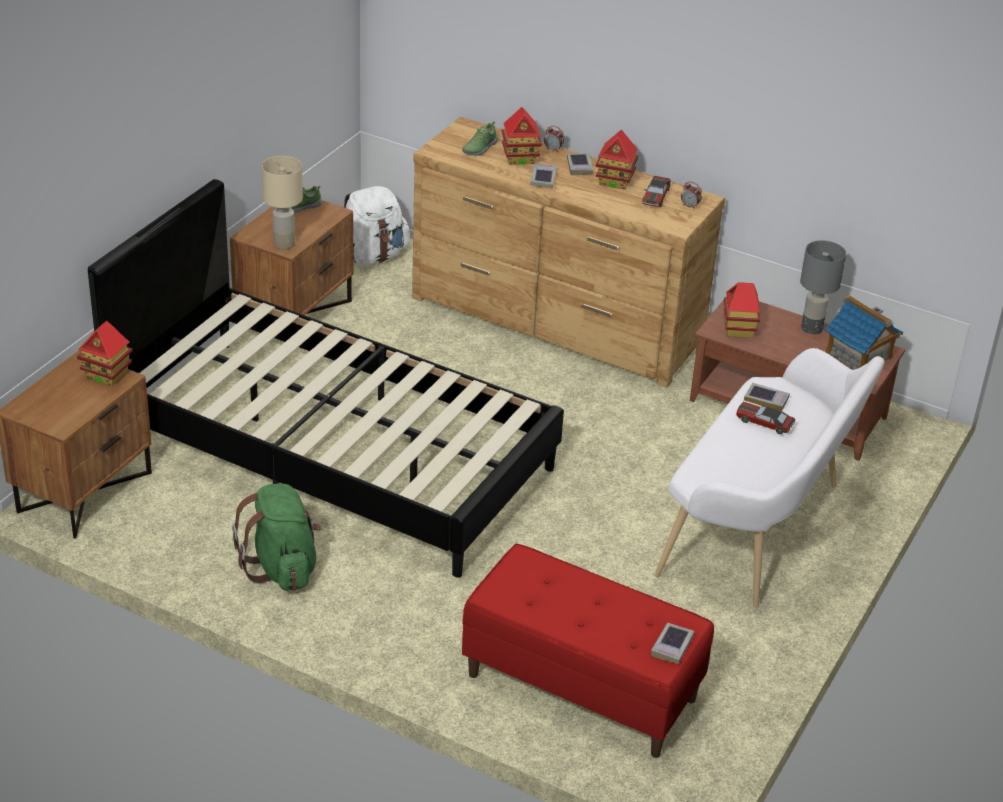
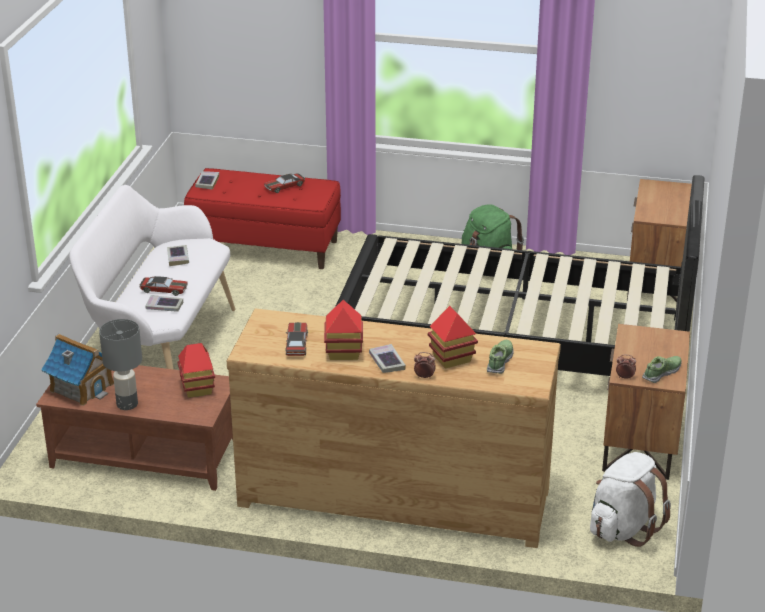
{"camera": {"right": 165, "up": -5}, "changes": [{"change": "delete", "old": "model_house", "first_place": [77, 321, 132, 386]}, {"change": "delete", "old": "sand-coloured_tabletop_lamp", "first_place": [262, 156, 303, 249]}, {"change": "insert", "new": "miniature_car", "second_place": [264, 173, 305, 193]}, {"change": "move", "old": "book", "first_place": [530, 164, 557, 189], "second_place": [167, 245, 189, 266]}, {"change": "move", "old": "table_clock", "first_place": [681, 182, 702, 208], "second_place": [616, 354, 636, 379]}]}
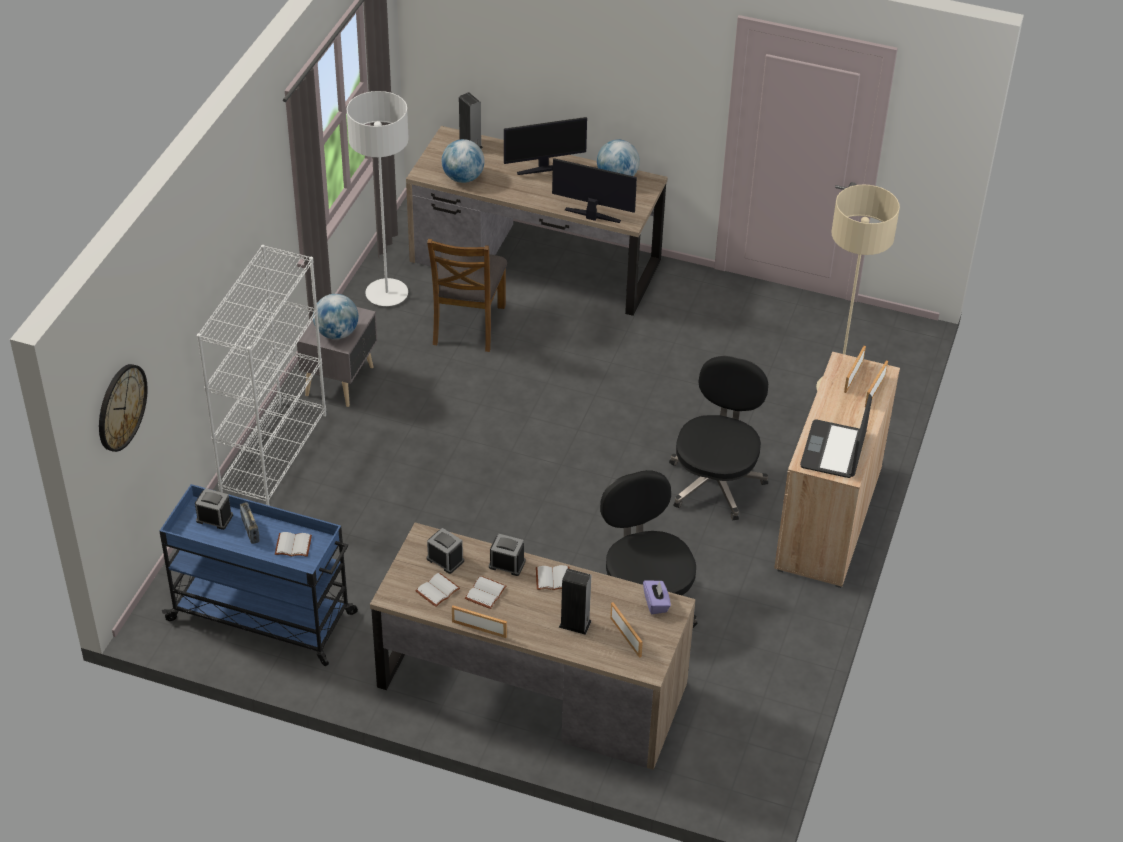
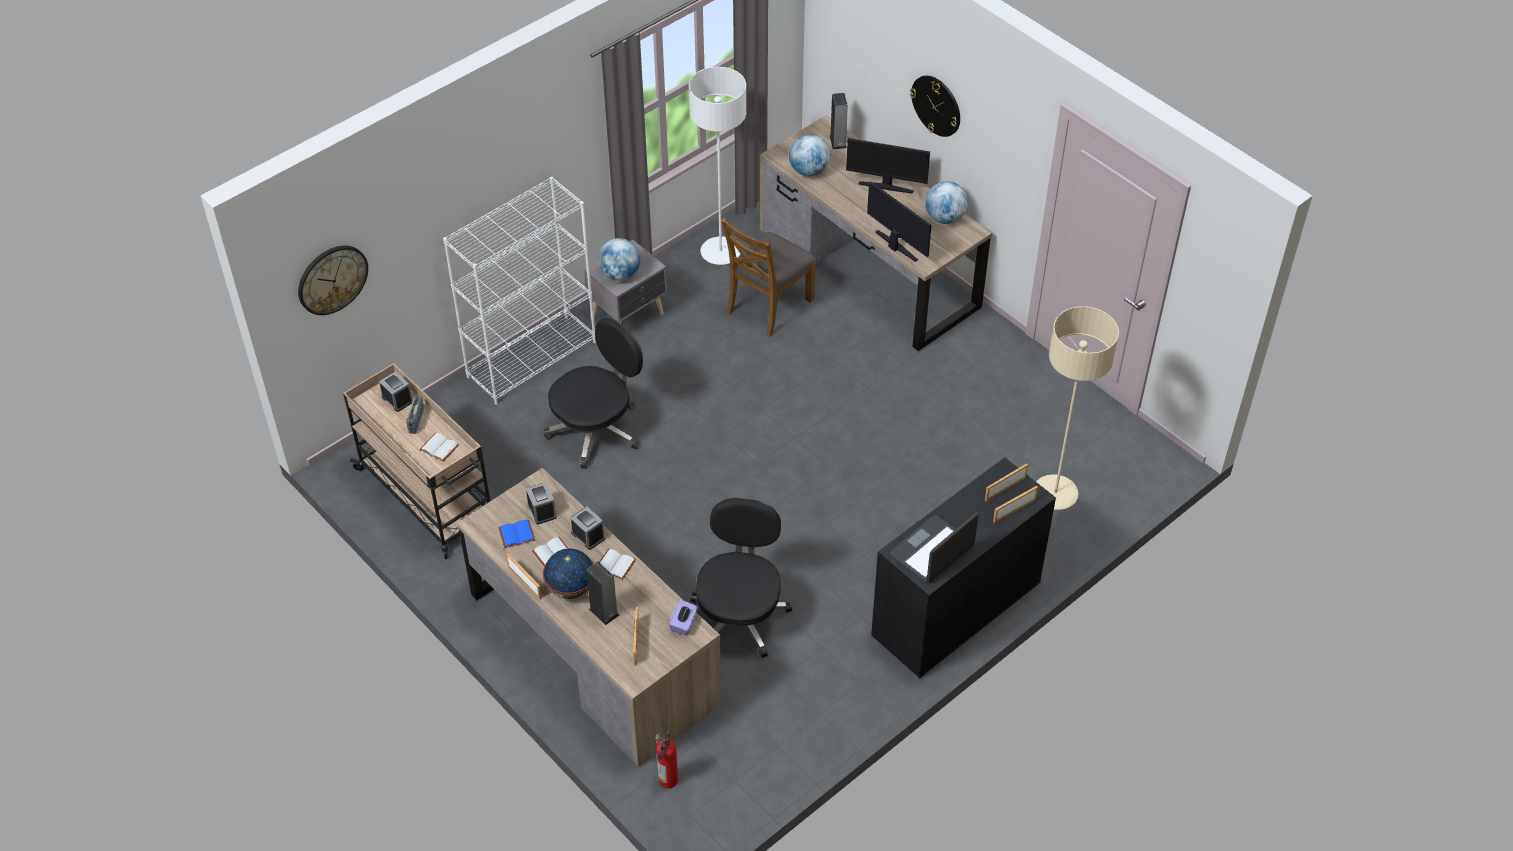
{"camera": {"right": 30, "up": 5}, "changes": [{"change": "insert", "new": "world_globe", "second_place": [543, 548, 594, 599]}, {"change": "insert", "new": "fire_extinguisher", "second_place": [655, 729, 678, 789]}, {"change": "insert", "new": "clock_on_the_wall", "second_place": [910, 75, 960, 137]}, {"change": "move", "old": "blackish_desk_chair", "first_place": [669, 356, 768, 521], "second_place": [544, 318, 643, 469]}, {"change": "recolor", "old": "blue-coloured_wheeled_cart", "new": "sand-coloured_wheeled_cart", "first_place": [159, 484, 358, 666], "second_place": [343, 363, 490, 559]}, {"change": "recolor", "old": "white_book", "new": "blue-coloured_book", "first_place": [416, 573, 460, 607], "second_place": [499, 520, 535, 548]}, {"change": "recolor", "old": "sand-coloured_cupboard", "new": "blackish_cupboard", "first_place": [774, 352, 900, 588], "second_place": [871, 457, 1056, 679]}]}
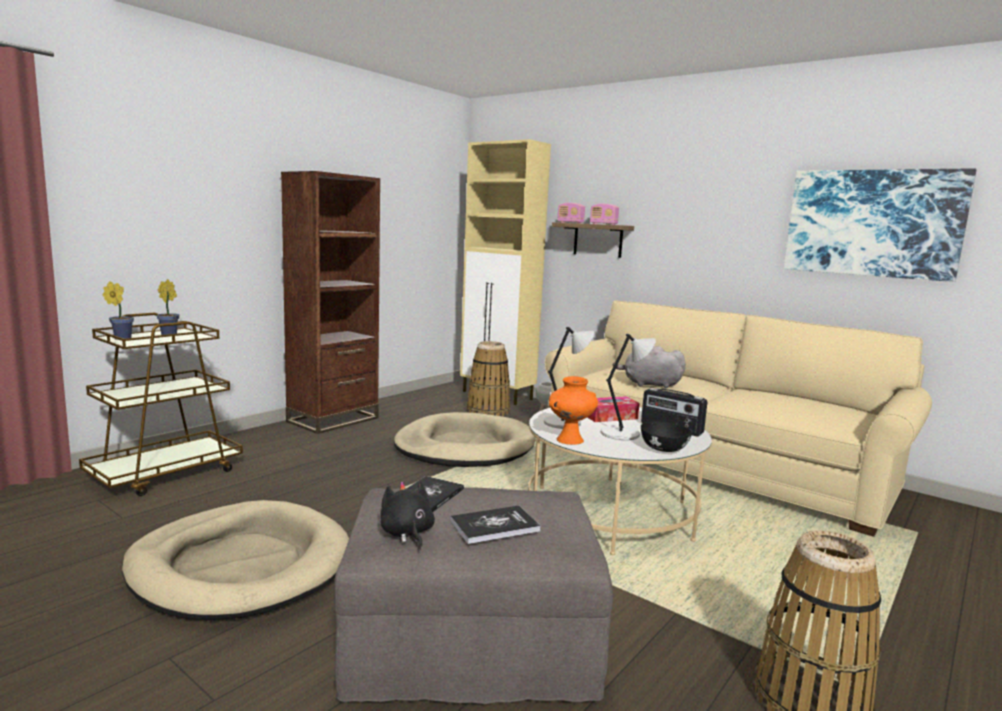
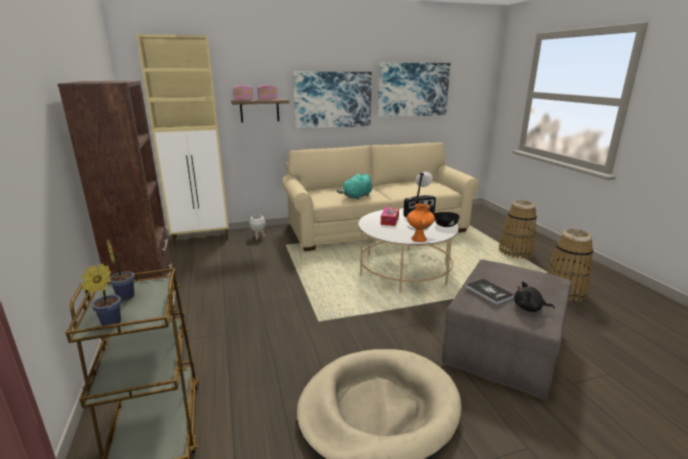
{"camera": {"right": -55, "up": 10}, "changes": [{"change": "delete", "old": "sand-coloured_pet_bed", "first_place": [394, 412, 536, 467]}, {"change": "delete", "old": "book", "first_place": [450, 506, 541, 544]}, {"change": "delete", "old": "gray_tabletop_lamp", "first_place": [544, 327, 594, 429]}, {"change": "insert", "new": "wall_art", "second_place": [293, 72, 372, 129]}, {"change": "move", "old": "storage_basket", "first_place": [467, 341, 510, 417], "second_place": [499, 200, 537, 259]}, {"change": "recolor", "old": "gray_soft_toy", "new": "turquoise_soft_toy", "first_place": [613, 346, 686, 388], "second_place": [337, 173, 372, 200]}]}
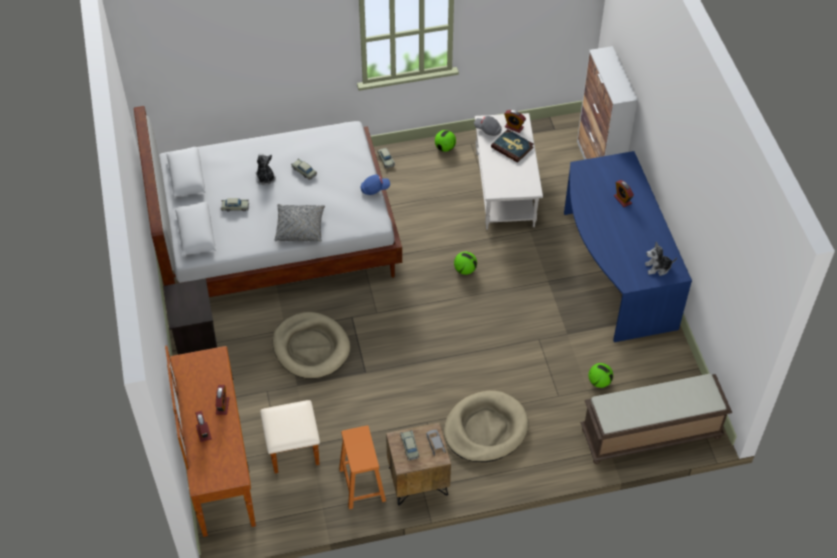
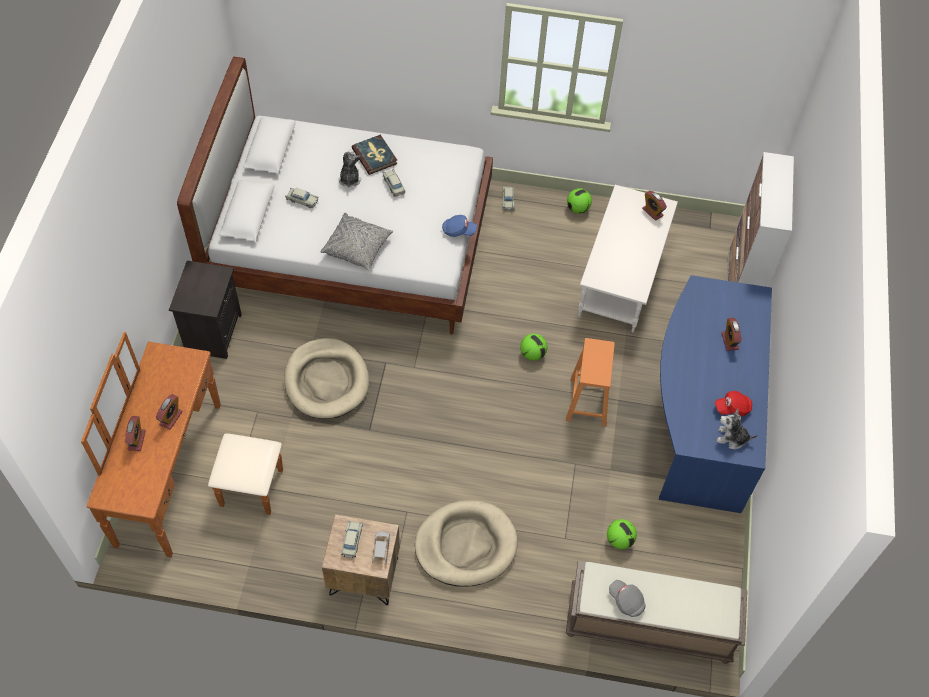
{"camera": {"right": 20, "up": 5}, "changes": [{"change": "insert", "new": "reddish_baseball_cap", "second_place": [715, 391, 752, 416]}, {"change": "move", "old": "orange_sitting_stool", "first_place": [339, 425, 386, 509], "second_place": [566, 338, 615, 427]}, {"change": "move", "old": "gray_baseball_cap", "first_place": [474, 116, 502, 136], "second_place": [609, 580, 646, 617]}, {"change": "move", "old": "book", "first_place": [491, 129, 534, 163], "second_place": [352, 135, 398, 175]}]}
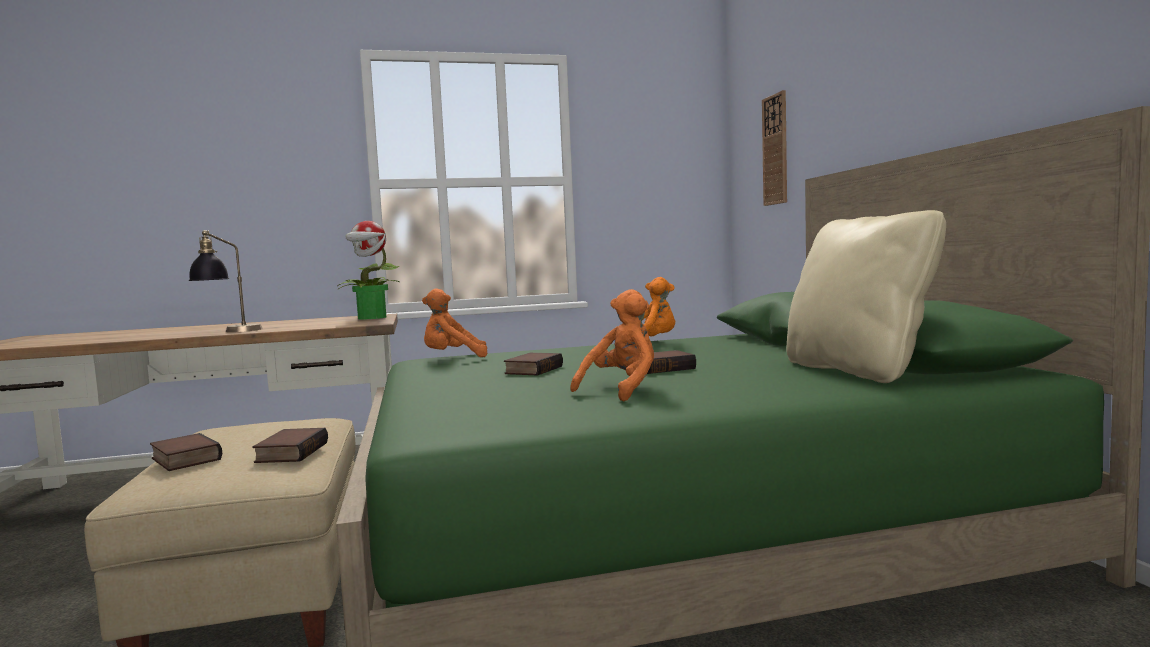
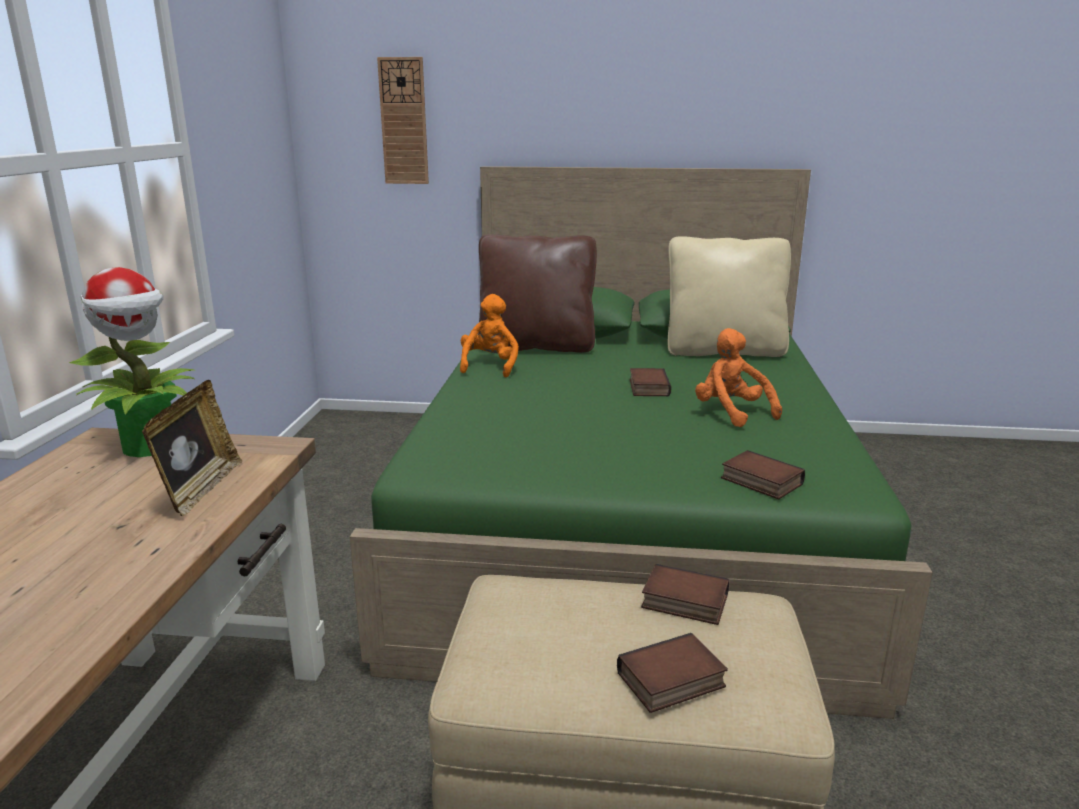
{"camera": {"right": -70, "up": 15}, "changes": [{"change": "delete", "old": "tabletop_lamp", "first_place": [189, 230, 263, 332]}, {"change": "delete", "old": "orange_soft_toy", "first_place": [422, 289, 487, 357]}, {"change": "insert", "new": "photo_frame", "second_place": [142, 380, 242, 516]}, {"change": "insert", "new": "brown_throw_pillow", "second_place": [478, 234, 597, 353]}, {"change": "move", "old": "book", "first_place": [504, 353, 563, 375], "second_place": [721, 450, 805, 500]}]}
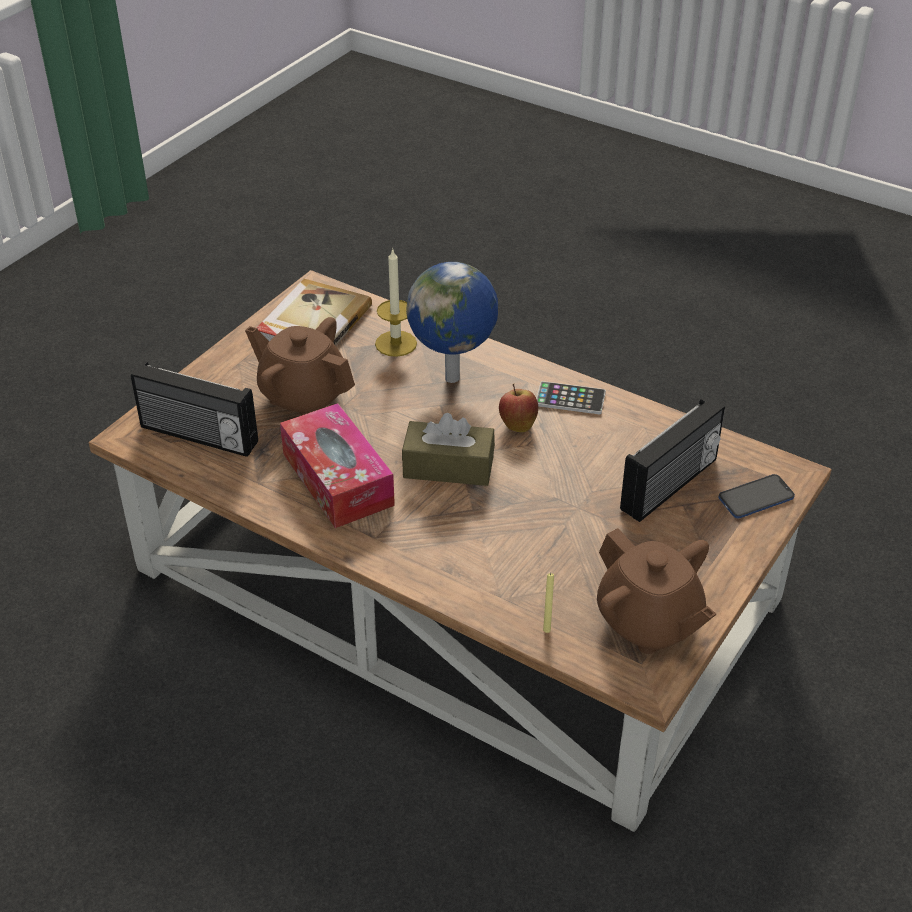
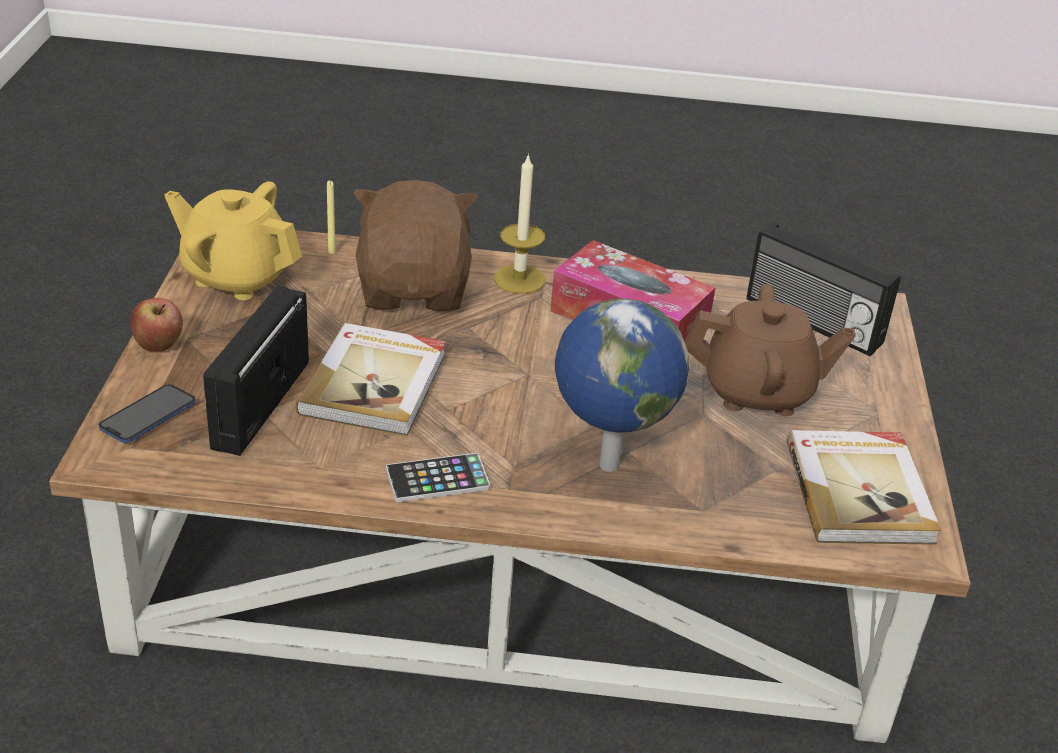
{"camera": {"right": 150, "up": -5}, "changes": [{"change": "delete", "old": "brown_tissue_box", "first_place": [402, 413, 495, 486]}, {"change": "insert", "new": "book", "second_place": [296, 323, 446, 436]}, {"change": "insert", "new": "brown_soft_toy", "second_place": [354, 180, 477, 311]}, {"change": "move", "old": "wax_light", "first_place": [375, 248, 417, 357], "second_place": [494, 153, 545, 294]}, {"change": "move", "old": "whole_apple", "first_place": [499, 384, 538, 432], "second_place": [130, 298, 183, 351]}, {"change": "recolor", "old": "brown_pot_for_tea", "new": "yellow_pot_for_tea", "first_place": [597, 528, 716, 654], "second_place": [164, 181, 302, 300]}, {"change": "rotate", "old": "radio_set", "first_place": [131, 361, 258, 457], "second_place": [747, 222, 901, 356], "degrees": -135}]}
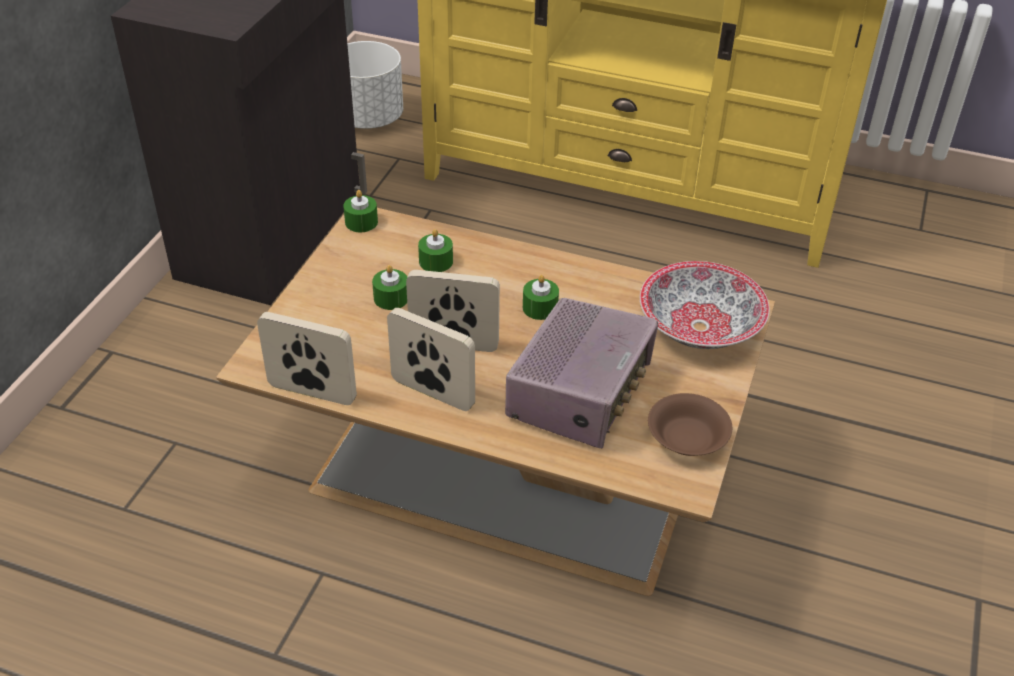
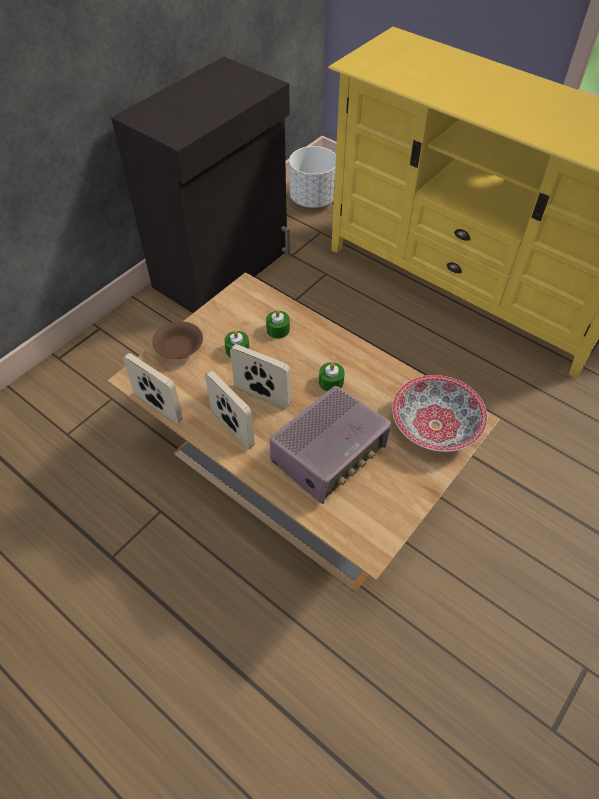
{"camera": {"right": 20, "up": 10}, "changes": [{"change": "delete", "old": "green-coloured_wax_light", "first_place": [343, 190, 378, 232]}, {"change": "move", "old": "brown_deep_dish", "first_place": [648, 393, 732, 456], "second_place": [152, 321, 203, 359]}]}
